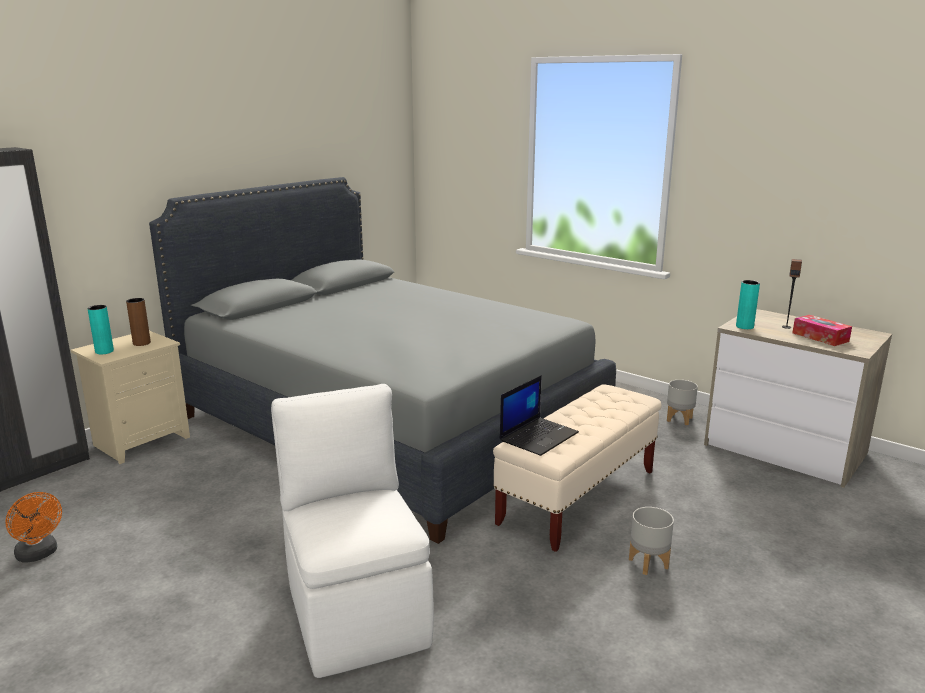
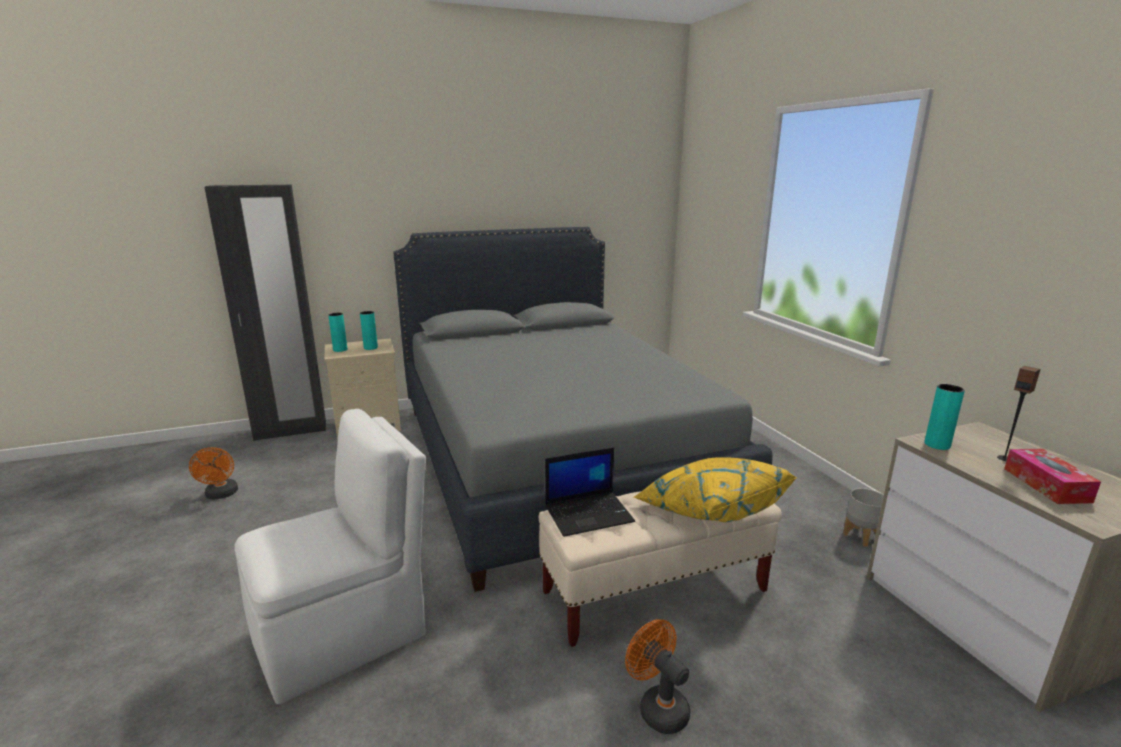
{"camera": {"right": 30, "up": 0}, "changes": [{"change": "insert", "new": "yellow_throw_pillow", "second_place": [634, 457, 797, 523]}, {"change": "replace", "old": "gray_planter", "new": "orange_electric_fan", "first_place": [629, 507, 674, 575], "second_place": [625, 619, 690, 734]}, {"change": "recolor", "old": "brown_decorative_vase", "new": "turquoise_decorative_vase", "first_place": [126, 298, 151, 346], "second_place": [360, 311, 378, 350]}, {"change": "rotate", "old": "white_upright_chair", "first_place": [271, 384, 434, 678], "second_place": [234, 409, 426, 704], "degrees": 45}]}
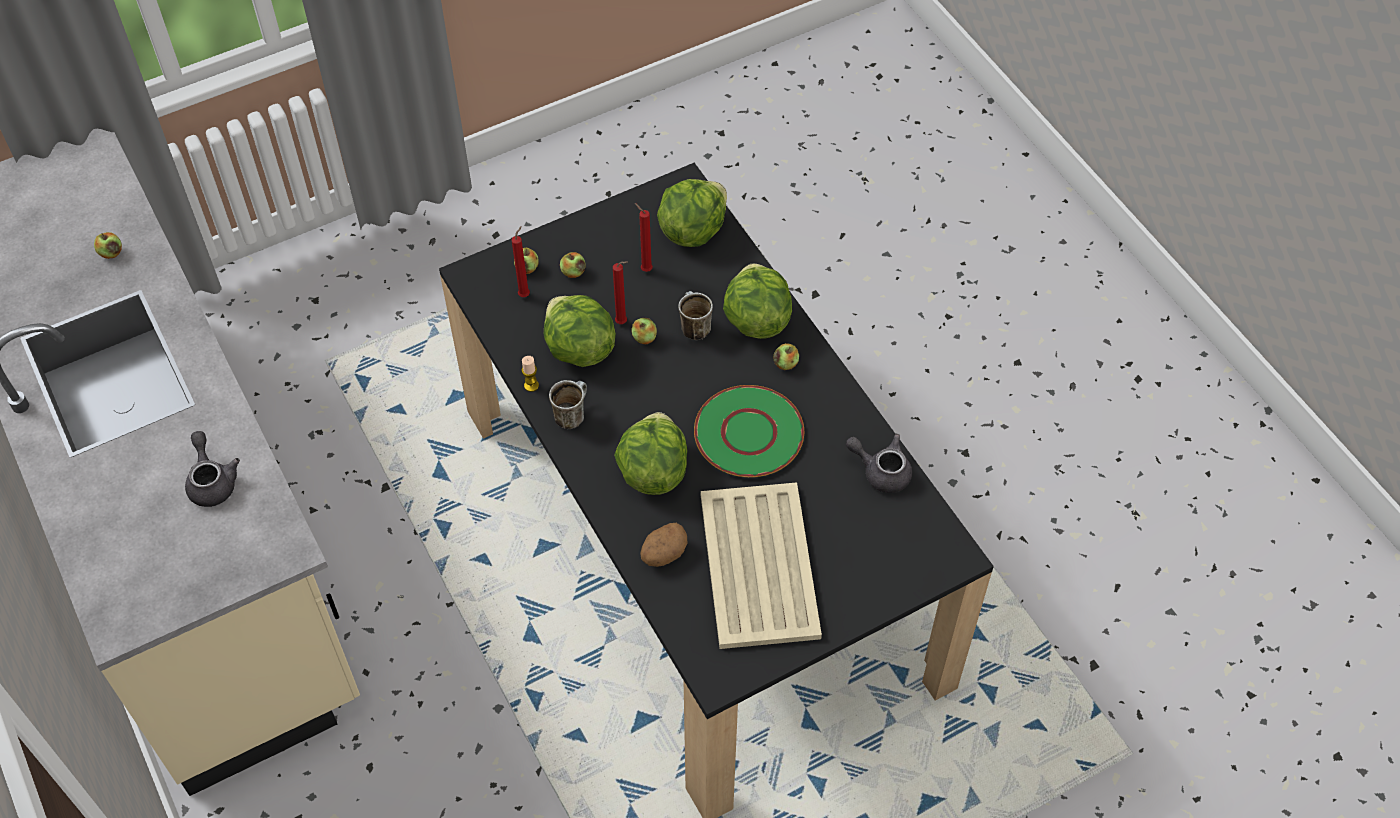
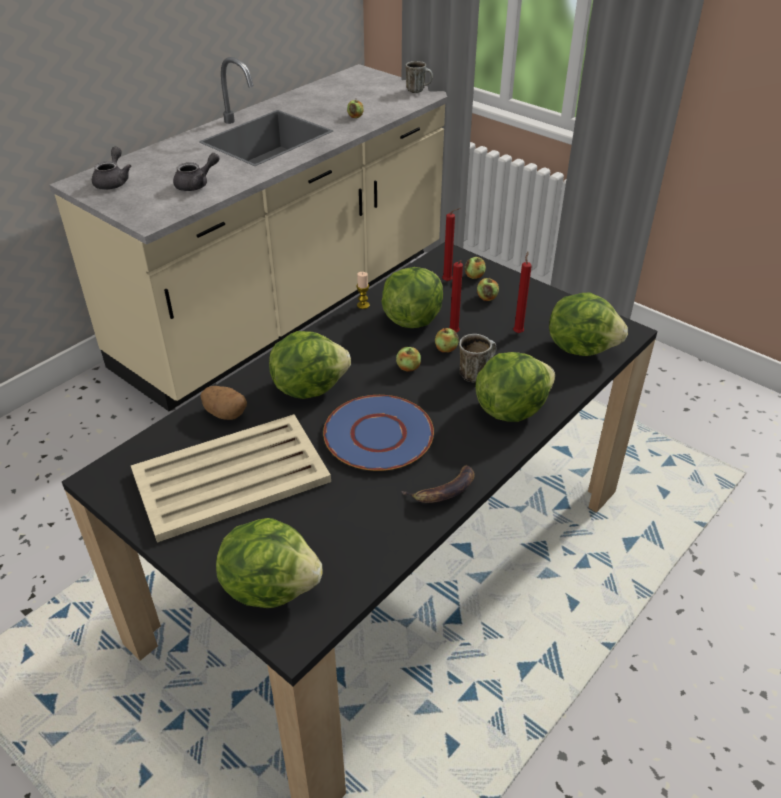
{"camera": {"right": 70, "up": -15}, "changes": [{"change": "insert", "new": "lettuce", "second_place": [216, 518, 322, 608]}, {"change": "insert", "new": "banana_fruit", "second_place": [401, 465, 475, 503]}, {"change": "move", "old": "coffee_mug", "first_place": [549, 380, 587, 429], "second_place": [406, 61, 433, 93]}, {"change": "move", "old": "whole_apple", "first_place": [773, 343, 799, 370], "second_place": [396, 347, 421, 372]}, {"change": "move", "old": "gray_pot_for_tea", "first_place": [846, 434, 912, 493], "second_place": [92, 147, 131, 190]}, {"change": "recolor", "old": "green-coloured_plate", "new": "blue-coloured_plate", "first_place": [694, 385, 804, 477], "second_place": [323, 395, 434, 471]}]}
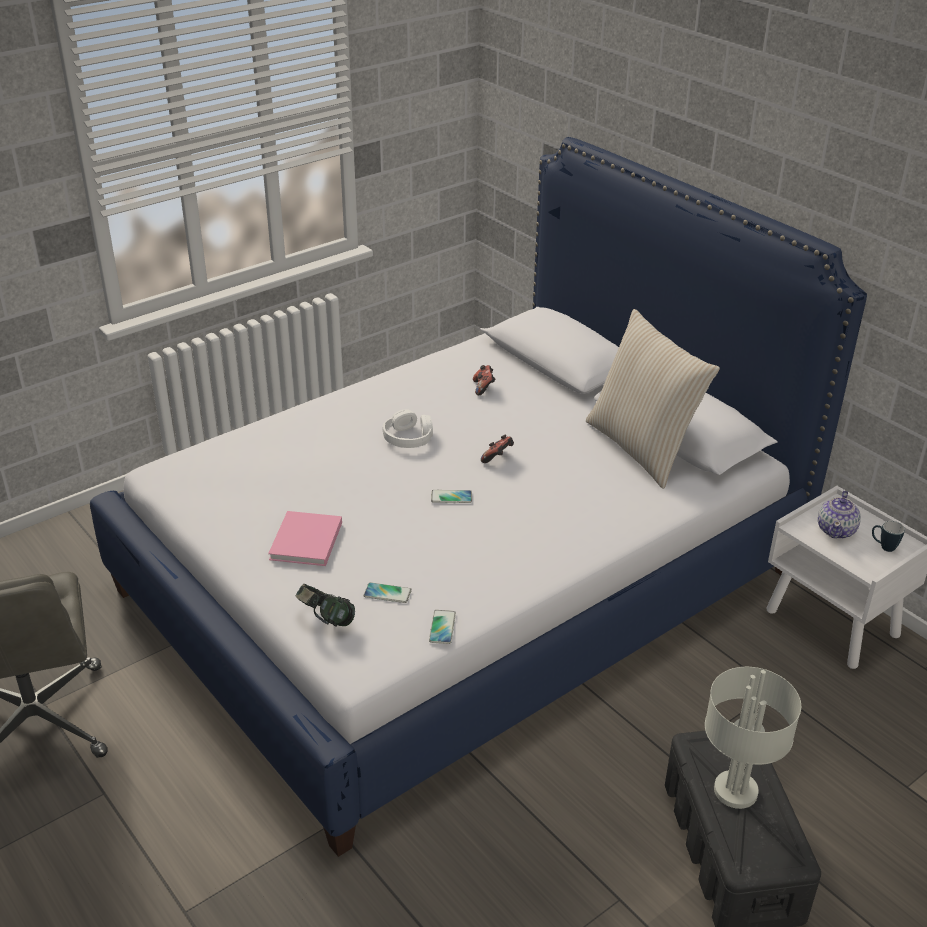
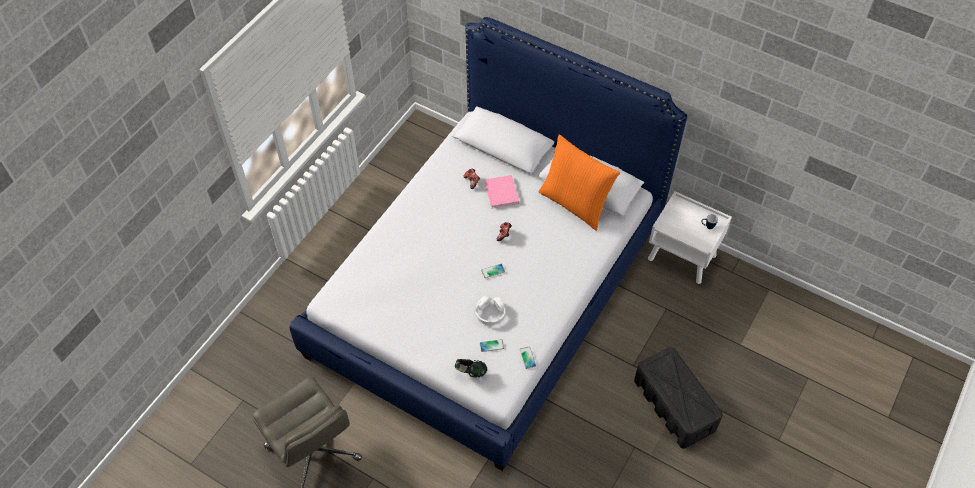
{"camera": {"right": -20, "up": 20}, "changes": [{"change": "delete", "old": "gray_tabletop_lamp", "first_place": [705, 667, 801, 809]}, {"change": "delete", "old": "pot_for_tea", "first_place": [818, 491, 861, 539]}, {"change": "move", "old": "pinkish_book", "first_place": [268, 511, 342, 566], "second_place": [485, 175, 519, 209]}, {"change": "move", "old": "white_headphones", "first_place": [383, 410, 433, 448], "second_place": [475, 296, 505, 325]}, {"change": "recolor", "old": "sand-coloured_throw_pillow", "new": "orange_throw_pillow", "first_place": [586, 309, 720, 489], "second_place": [538, 135, 620, 231]}]}
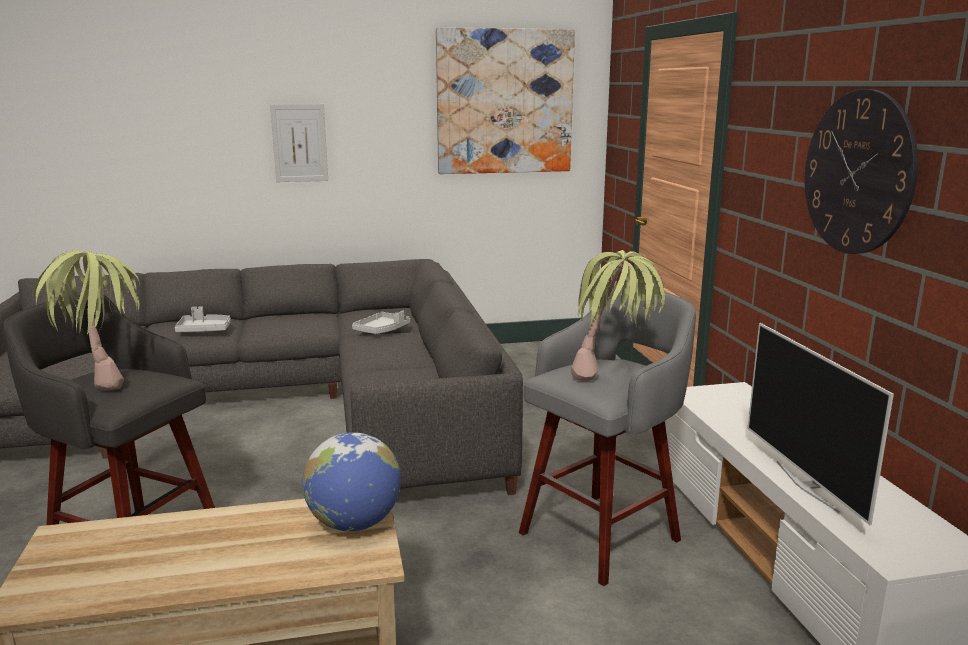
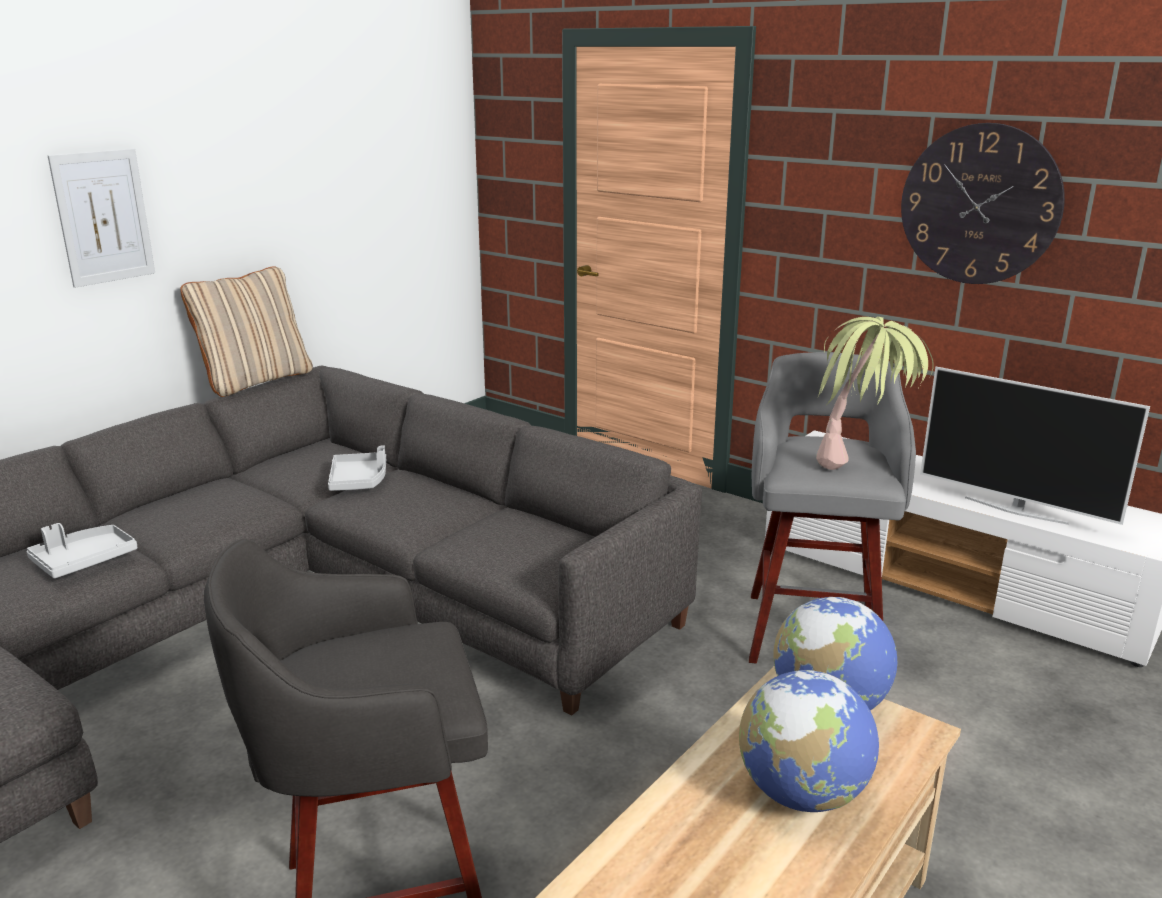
{"camera": {"right": -40, "up": 5}, "changes": [{"change": "delete", "old": "potted_plant", "first_place": [32, 250, 140, 391]}, {"change": "delete", "old": "wall_art", "first_place": [436, 27, 575, 174]}, {"change": "insert", "new": "sand-coloured_throw_pillow", "second_place": [180, 266, 313, 397]}, {"change": "insert", "new": "world_globe", "second_place": [739, 670, 879, 812]}]}
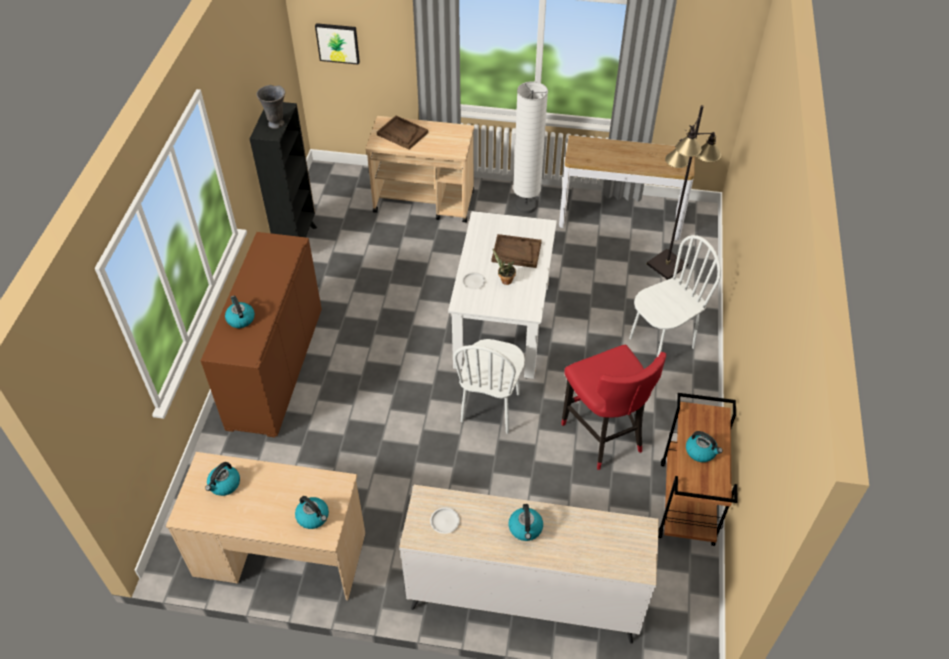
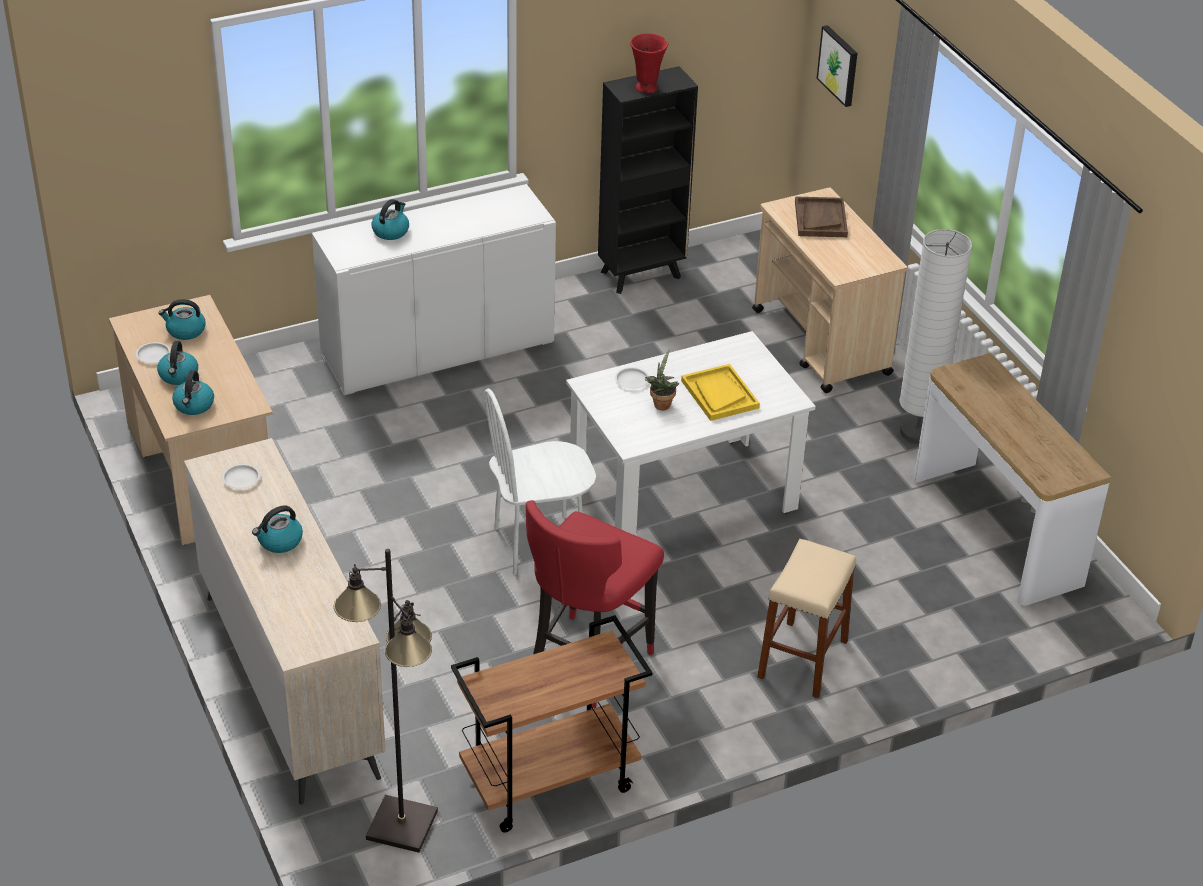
{"camera": {"right": 55, "up": -10}, "changes": [{"change": "insert", "new": "white_plate", "second_place": [136, 342, 171, 363]}, {"change": "move", "old": "blackish_standard_lamp", "first_place": [647, 105, 721, 280], "second_place": [333, 549, 438, 853]}, {"change": "move", "old": "water_kettle", "first_place": [686, 431, 723, 462], "second_place": [157, 341, 198, 385]}, {"change": "replace", "old": "white_upright_chair", "new": "sand-coloured_sitting_stool", "first_place": [629, 235, 721, 357], "second_place": [757, 539, 856, 698]}, {"change": "recolor", "old": "brown_cupboard", "new": "white_cupboard", "first_place": [201, 232, 322, 437], "second_place": [312, 184, 556, 395]}, {"change": "recolor", "old": "gray_decorative_vase", "new": "reddish_decorative_vase", "first_place": [257, 85, 285, 129], "second_place": [630, 33, 668, 93]}, {"change": "recolor", "old": "brown_serving_tray", "new": "yellow_serving_tray", "first_place": [492, 234, 542, 268], "second_place": [681, 364, 760, 421]}]}
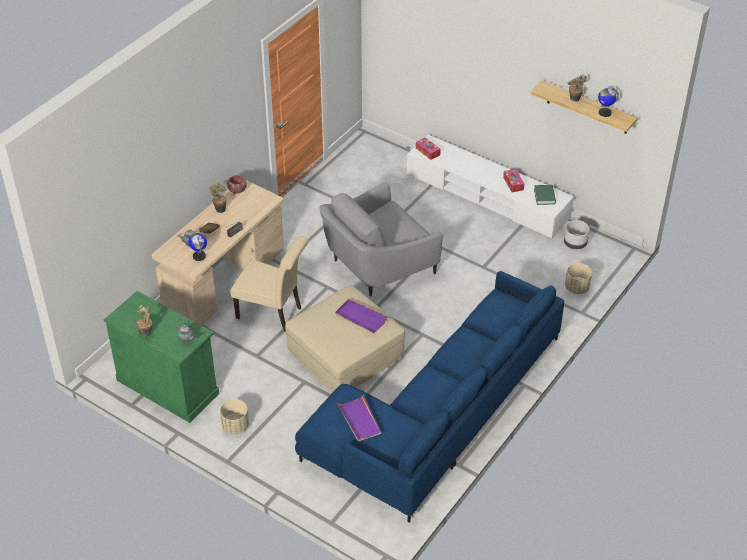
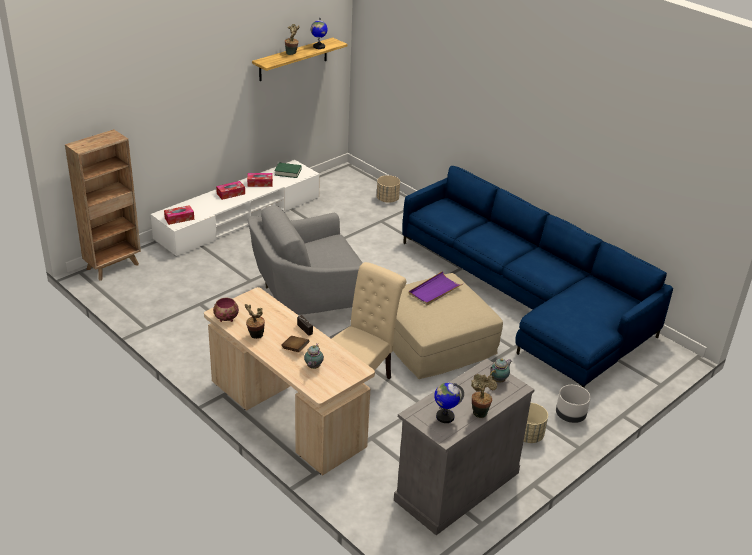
{"camera": {"right": -80, "up": -10}, "changes": [{"change": "delete", "old": "purple_serving_tray", "first_place": [337, 395, 381, 441]}, {"change": "insert", "new": "brown_shelving_unit", "second_place": [65, 129, 141, 280]}, {"change": "insert", "new": "tissue_box", "second_place": [216, 181, 245, 200]}, {"change": "move", "old": "world_globe", "first_place": [189, 233, 207, 261], "second_place": [434, 383, 464, 423]}, {"change": "move", "old": "gray_planter", "first_place": [564, 220, 590, 249], "second_place": [556, 385, 591, 423]}, {"change": "recolor", "old": "green-coloured_cupboard", "new": "gray_cupboard", "first_place": [104, 291, 219, 423], "second_place": [394, 359, 535, 535]}, {"change": "rotate", "old": "gray_armchair", "first_place": [319, 182, 443, 297], "second_place": [248, 205, 363, 315], "degrees": 90}]}
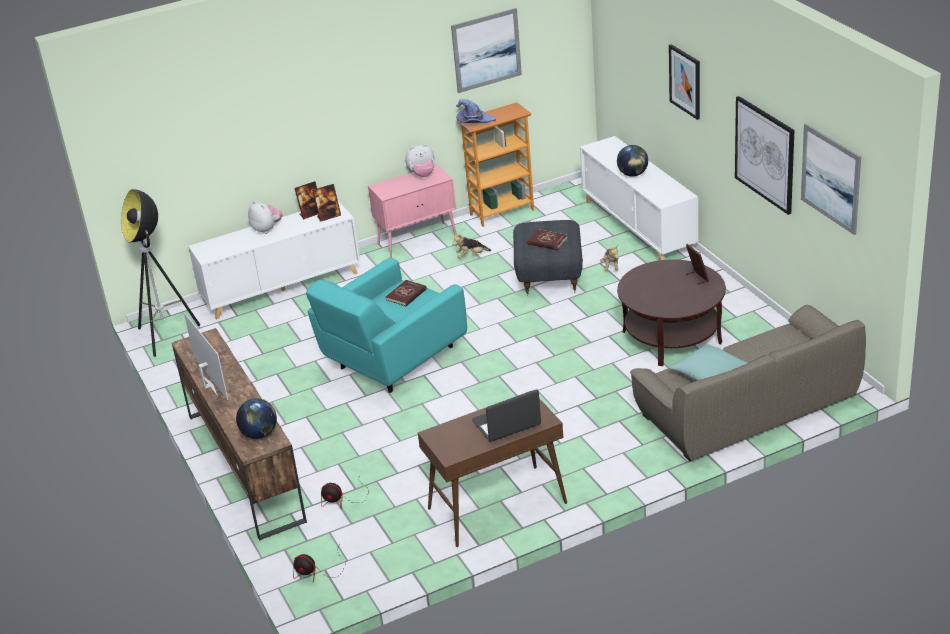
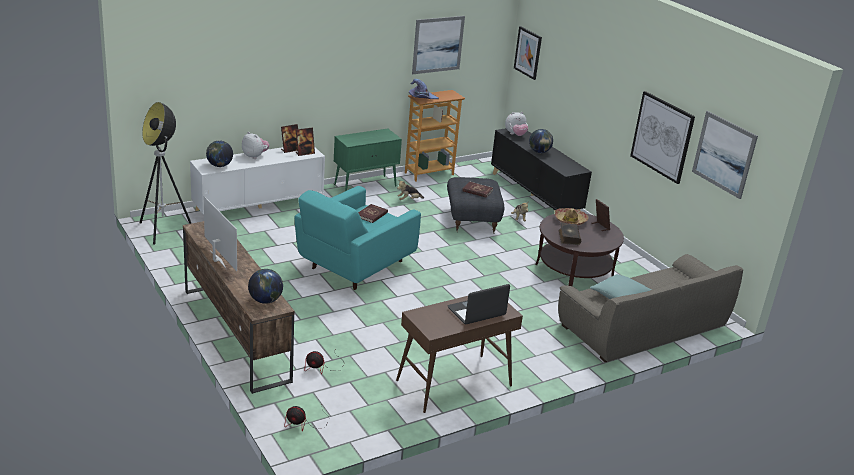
{"camera": {"right": -10, "up": -5}, "changes": [{"change": "insert", "new": "world_globe", "second_place": [206, 140, 233, 167]}, {"change": "insert", "new": "hat", "second_place": [555, 208, 589, 225]}, {"change": "insert", "new": "book", "second_place": [558, 222, 581, 245]}, {"change": "move", "old": "soft_toy", "first_place": [405, 144, 435, 177], "second_place": [505, 112, 528, 136]}, {"change": "move", "old": "wall_art", "first_place": [669, 44, 700, 120], "second_place": [514, 26, 542, 80]}, {"change": "recolor", "old": "pinkish_cupboard", "new": "green-coloured_cupboard", "first_place": [368, 165, 457, 258], "second_place": [334, 129, 402, 191]}, {"change": "recolor", "old": "white_cupboard", "new": "blackish_cupboard", "first_place": [580, 136, 698, 260], "second_place": [491, 128, 592, 211]}]}
